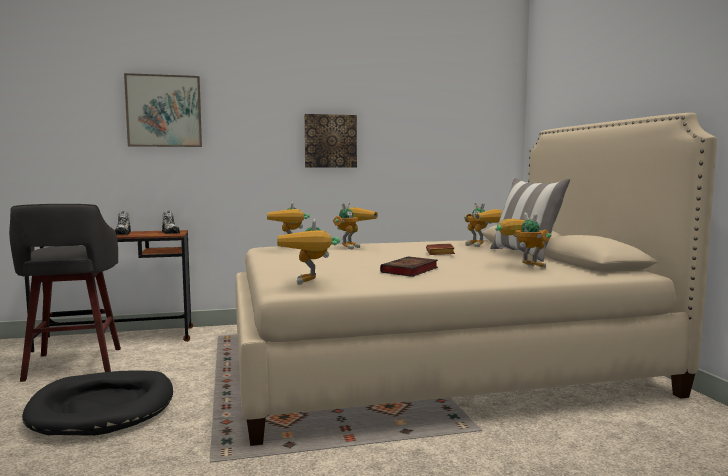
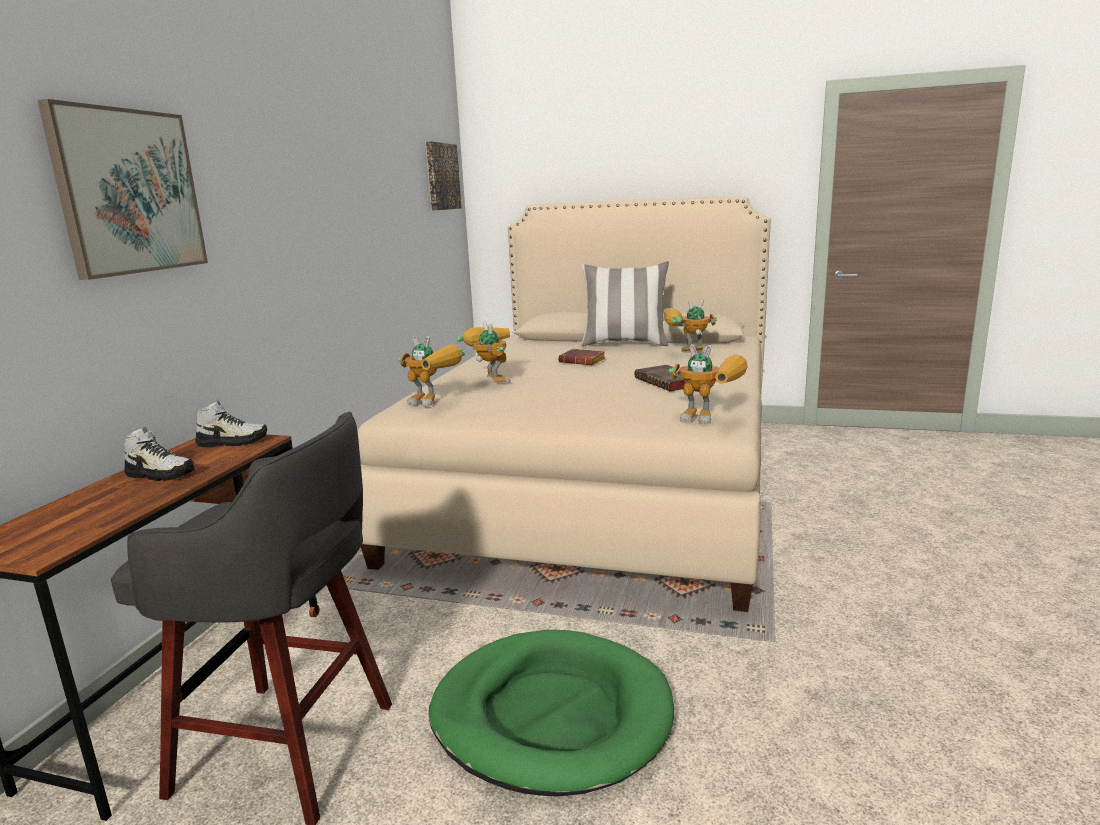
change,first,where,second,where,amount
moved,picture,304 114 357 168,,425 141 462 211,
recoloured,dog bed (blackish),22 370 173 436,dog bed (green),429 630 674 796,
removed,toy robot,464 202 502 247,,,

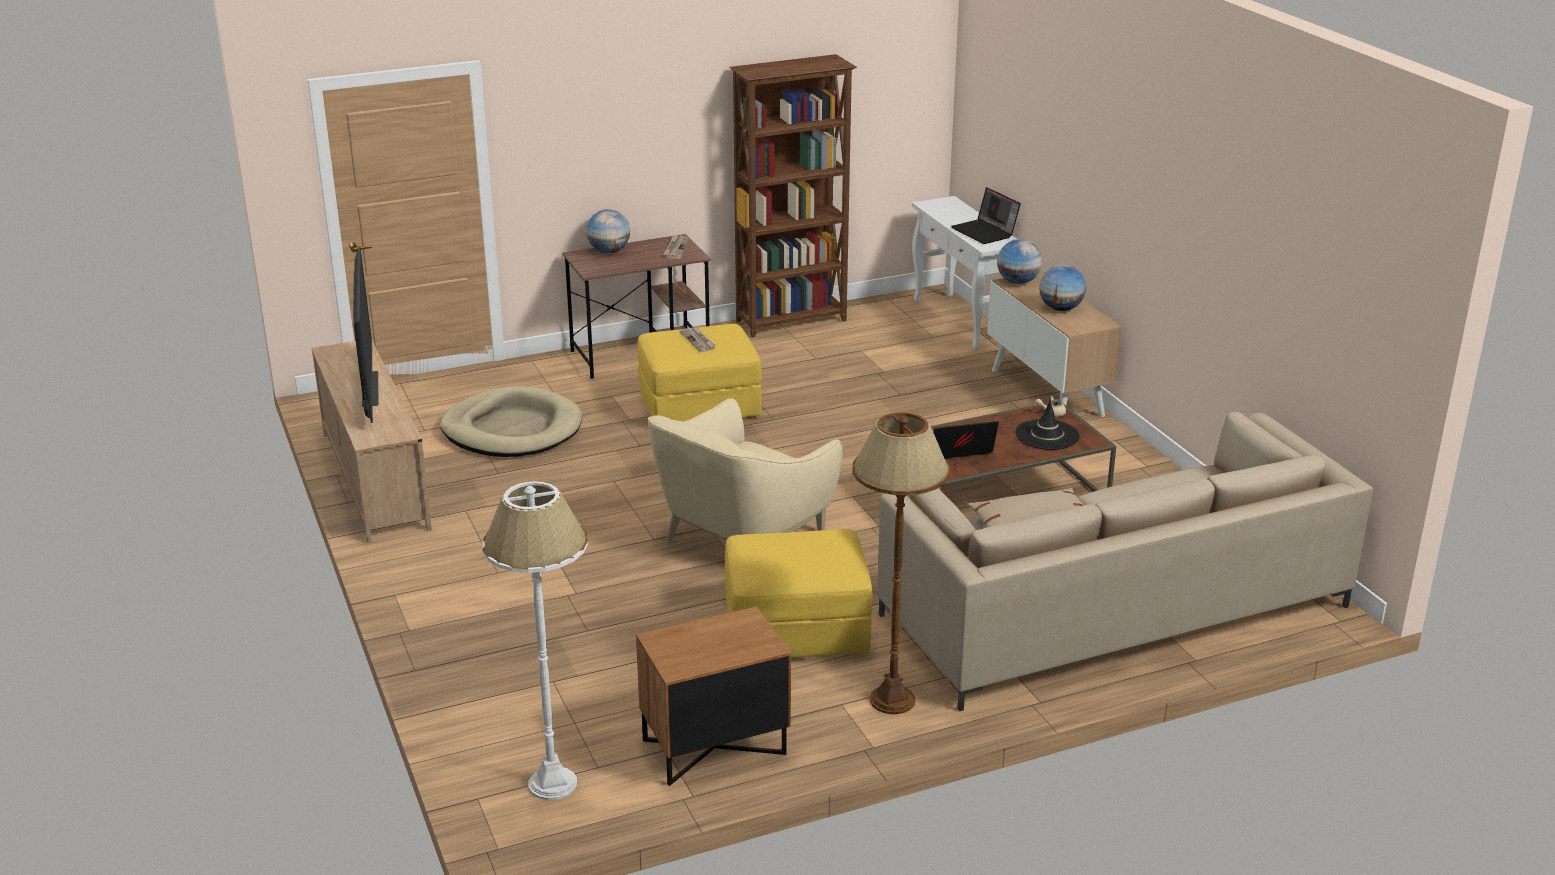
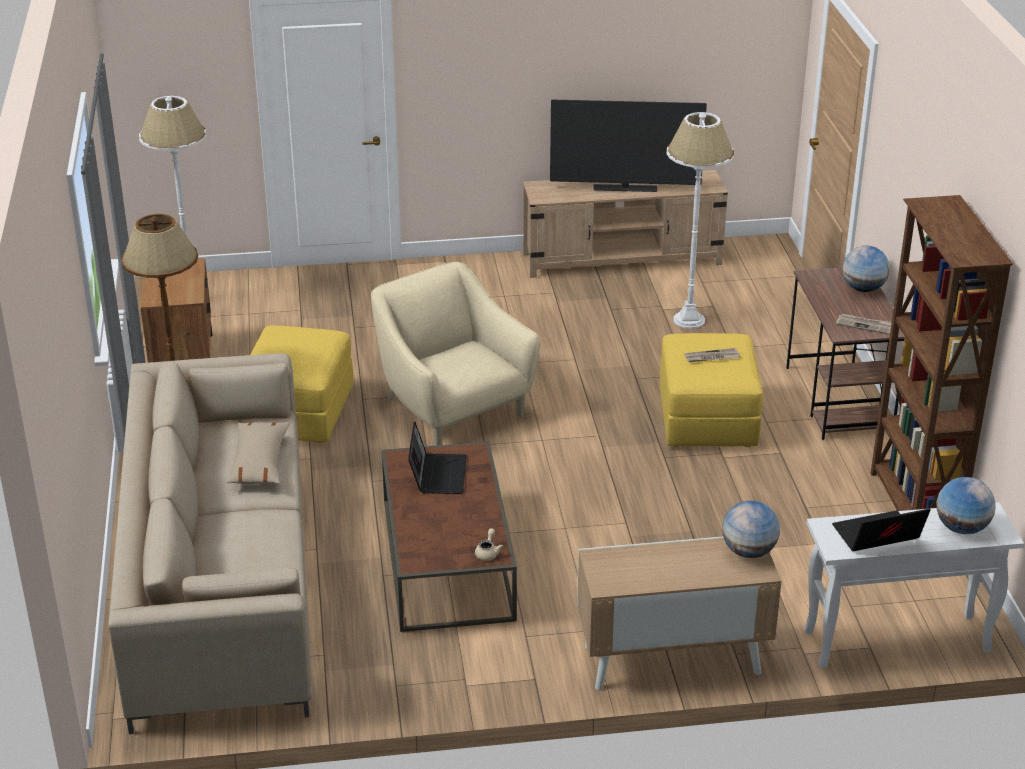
change,first,where,second,where,amount
replaced,dog bed (beige),440 386 582 457,floor lamp (whitish),667 112 734 329,
moved,world globe,1039 265 1086 311,,936 477 996 534,
removed,wearable hat (blackish),1015 400 1080 450,,,

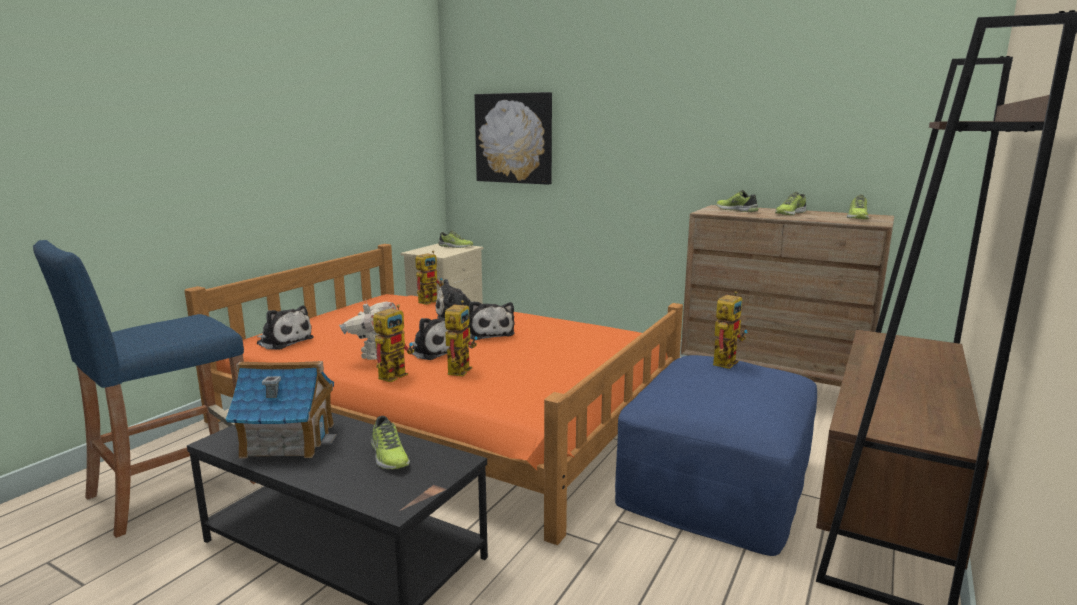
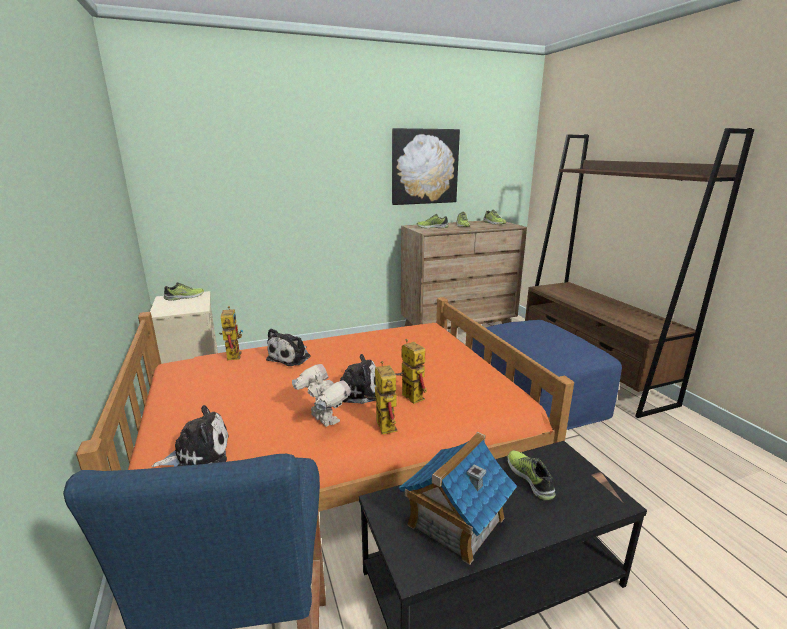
change,first,where,second,where,amount
moved,picture,474 92 552 185,,392 128 460 205,
turned,shoe,371 416 410 469,,507 451 556 501,120 degrees counterclockwise
removed,cuddly toy,467 301 515 340,,,
removed,toy robot,713 291 748 369,,,

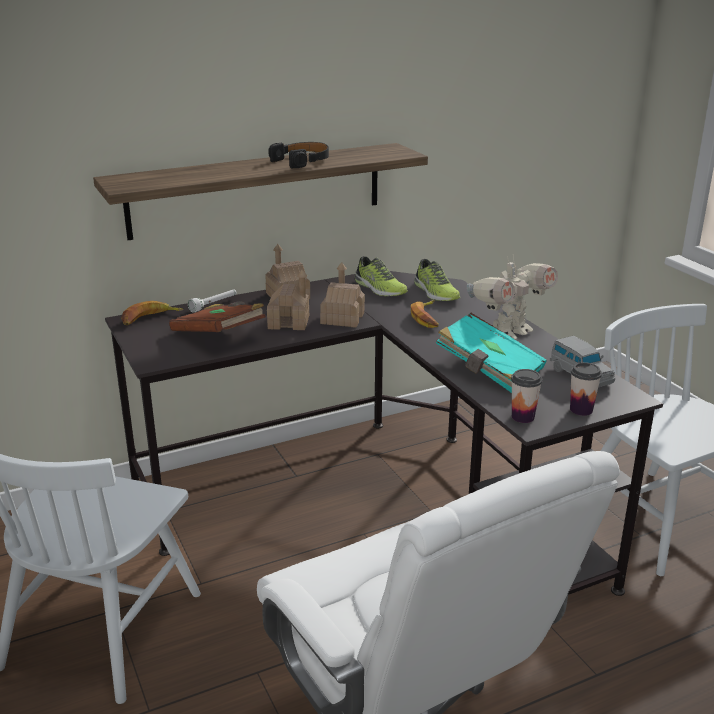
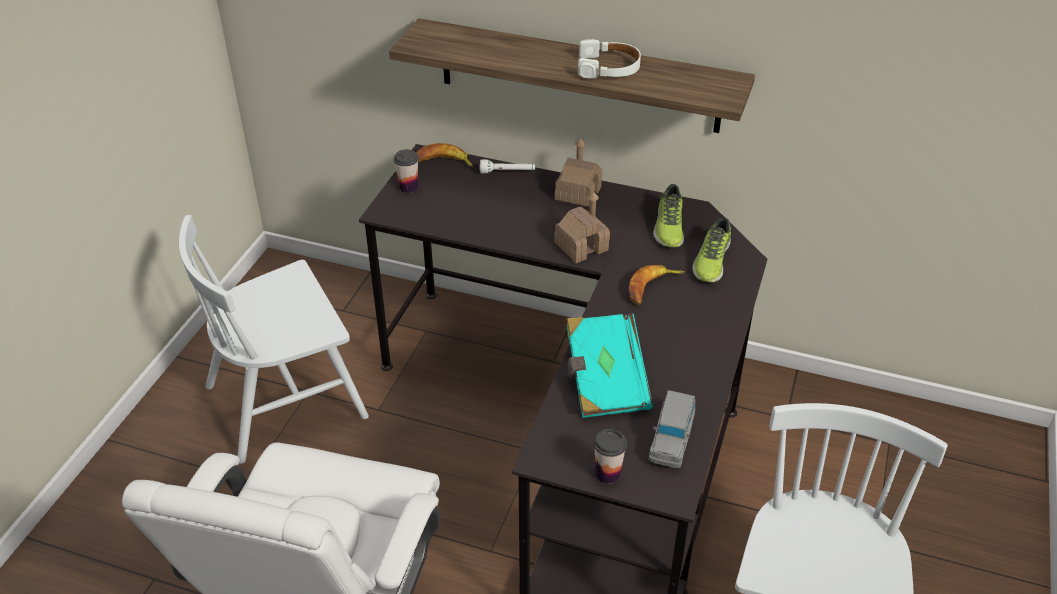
change,first,where,second,where,amount
moved,cup,511 369 542 423,,394 149 419 193,
recoloured,headset (blackish),268 142 329 168,headset (whitish),578 39 641 79,
removed,volume (brown-coloured),169 301 266 332,,,
removed,miniature house,267 270 309 330,,,
removed,toy robot,467 255 558 340,,,

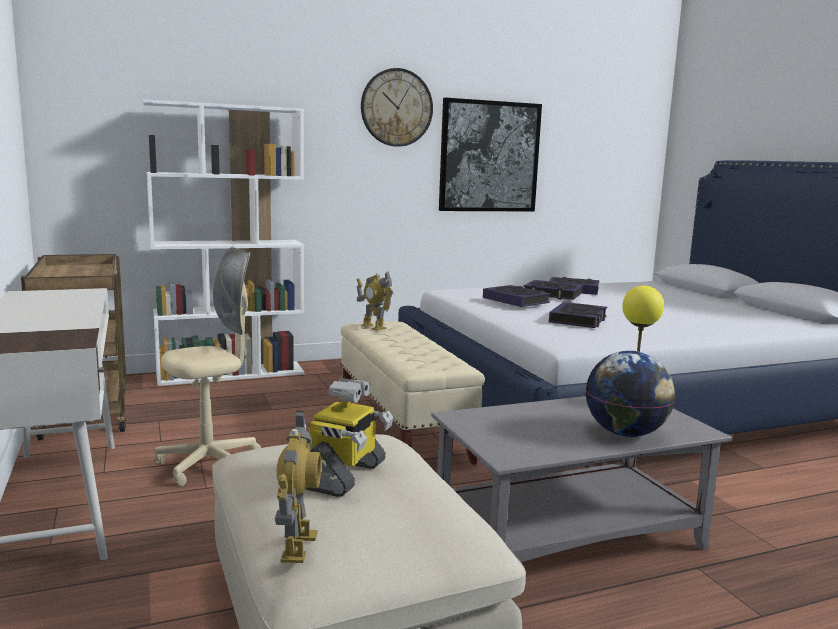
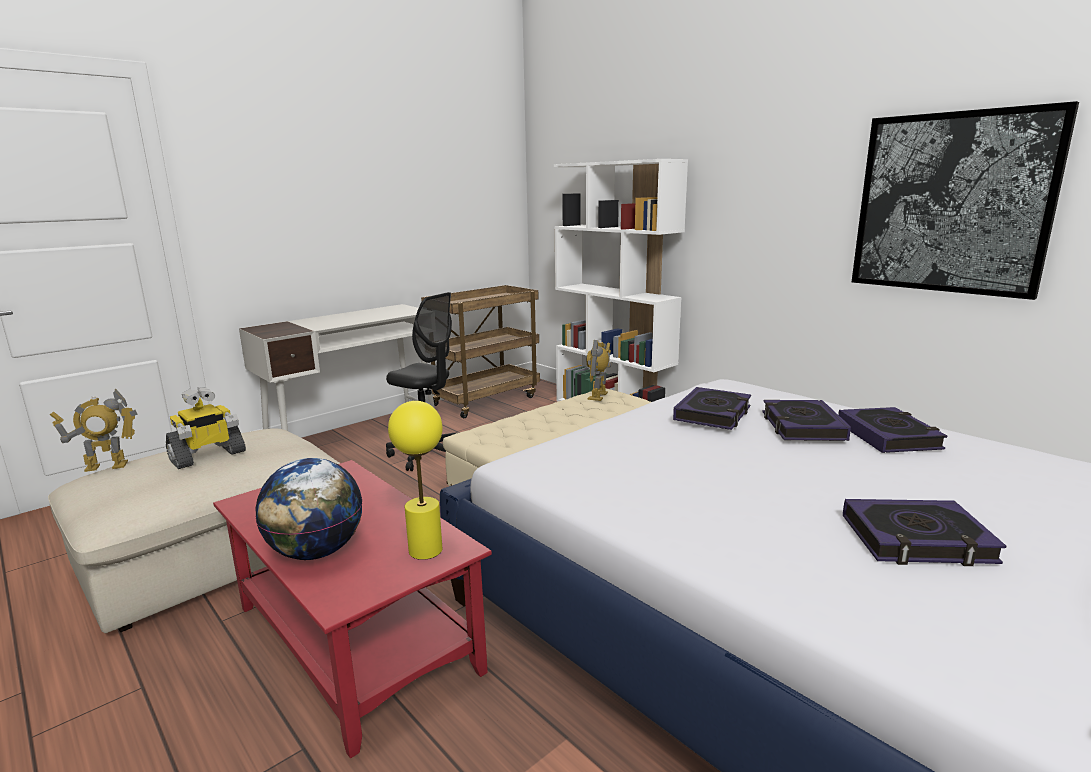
change,first,where,second,where,amount
turned,toy robot,306 378 394 497,,166 387 246 469,45 degrees counterclockwise
recoloured,coffee table (gray),431 396 732 562,coffee table (reddish),213 460 492 759,
recoloured,desk chair (beige),155 247 261 486,desk chair (blackish),386 292 457 471,
moved,volume,549 302 607 328,,843 499 1006 566,
removed,hanging clock,361 68 433 147,,,

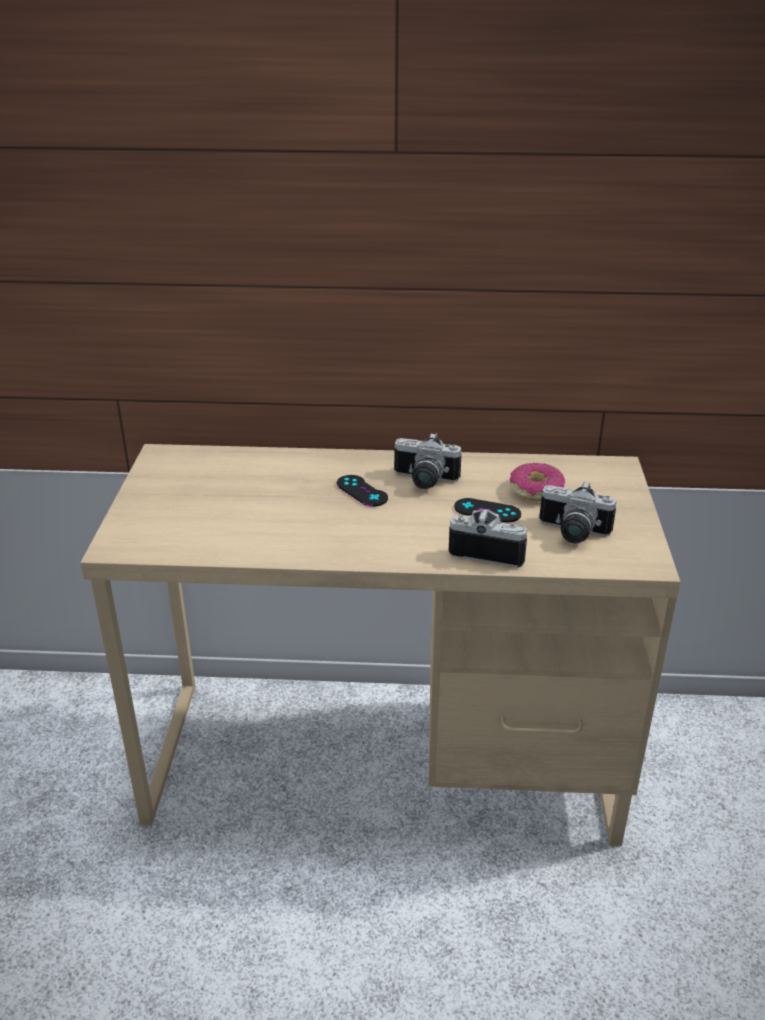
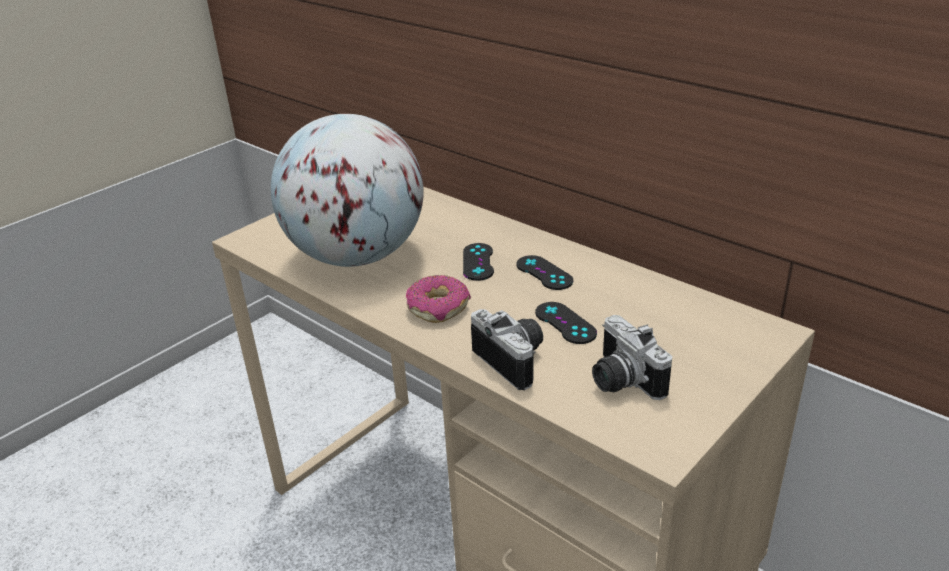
change,first,where,second,where,amount
added,,,world globe,271 114 424 267,
moved,ring doughnut,510 463 565 501,,406 275 471 323,
replaced,still camera,394 433 461 489,joypad (blackish),516 255 573 290,

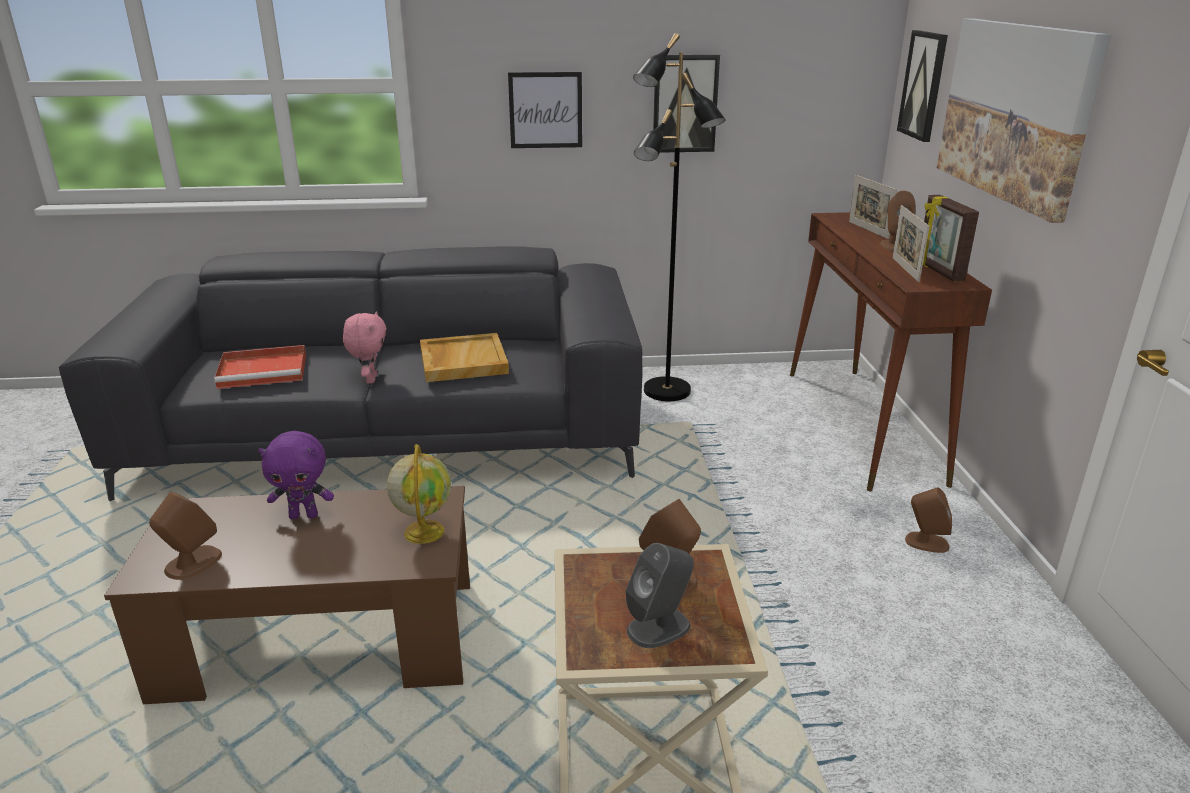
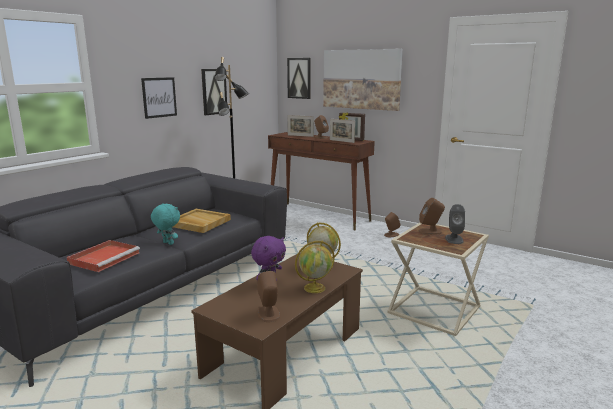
change,first,where,second,where,amount
recoloured,cuddly toy (pink-coloured),343 311 387 384,cuddly toy (blue-green),151 203 180 245,
added,,,world globe,295 240 335 293,

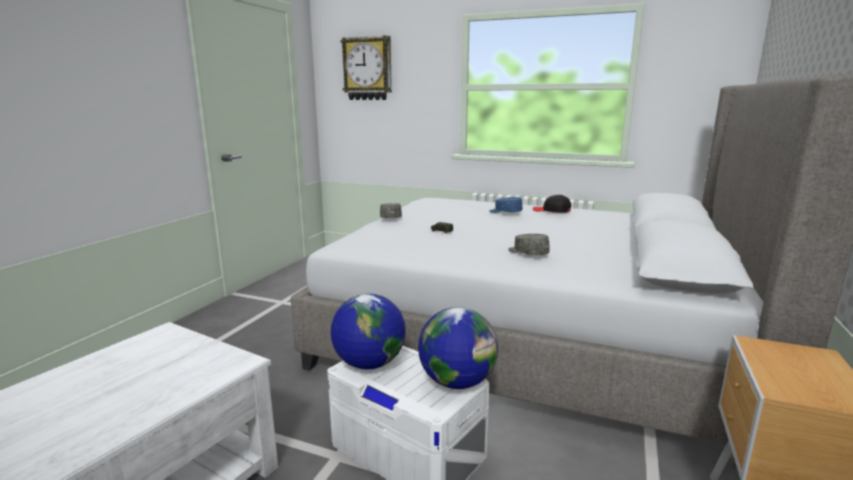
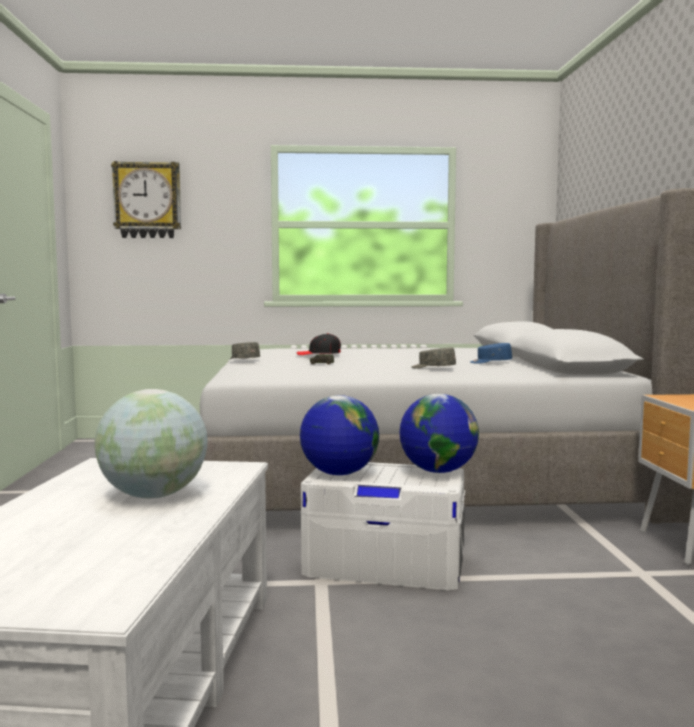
change,first,where,second,where,amount
added,,,world globe,95 389 207 499,
moved,peaked cap (blackish),533 194 571 213,,296 333 341 355,
moved,peaked cap (bluish),489 197 523 213,,470 343 512 364,

